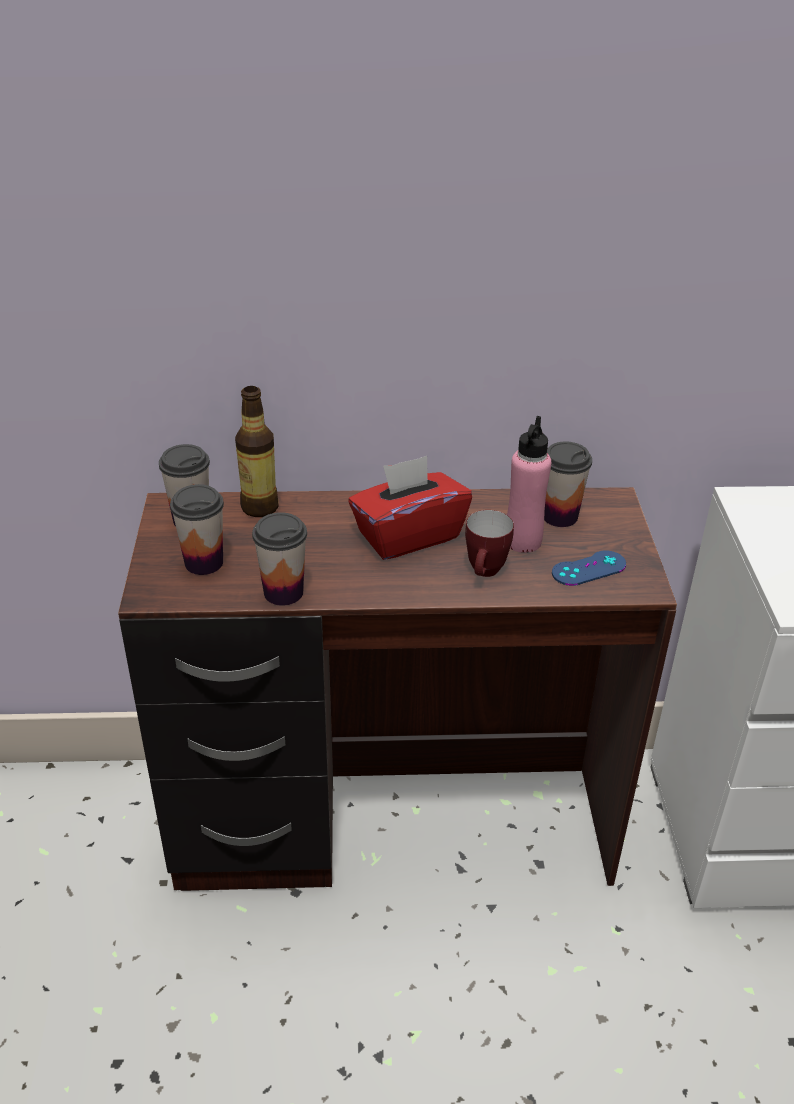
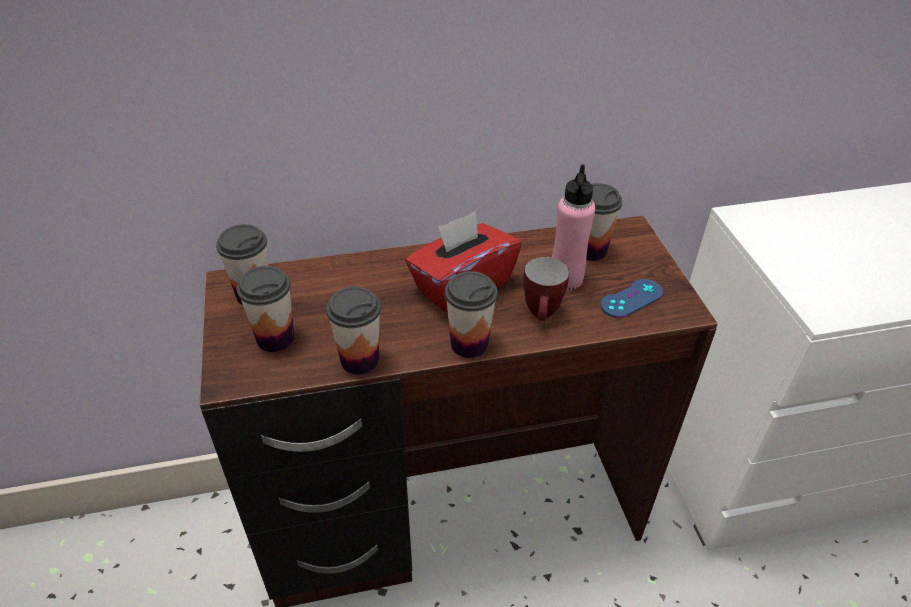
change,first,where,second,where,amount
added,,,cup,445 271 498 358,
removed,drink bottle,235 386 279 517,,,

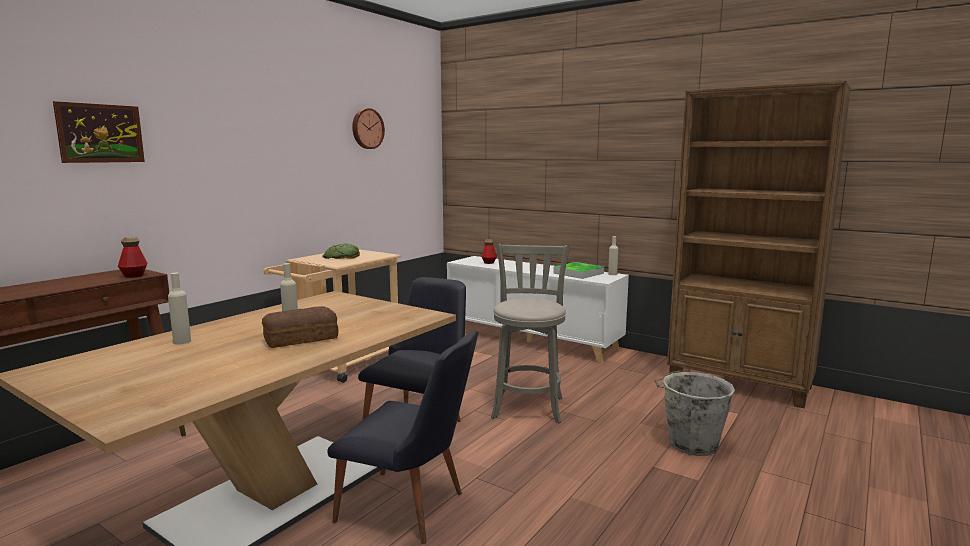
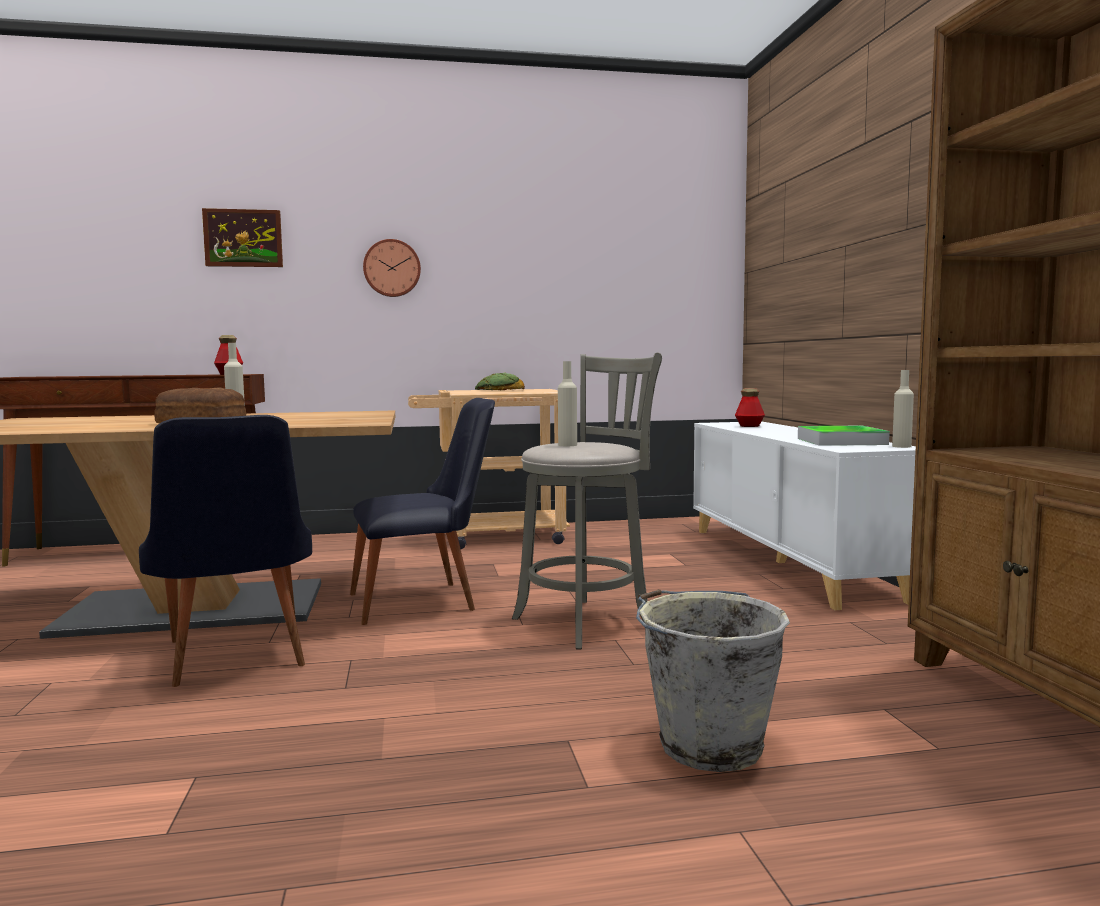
change,first,where,second,where,amount
moved,hanging clock,352 108 385 149,,363 239 421 297,
moved,drink bottle (beige),168 273 191 344,,558 361 577 446,

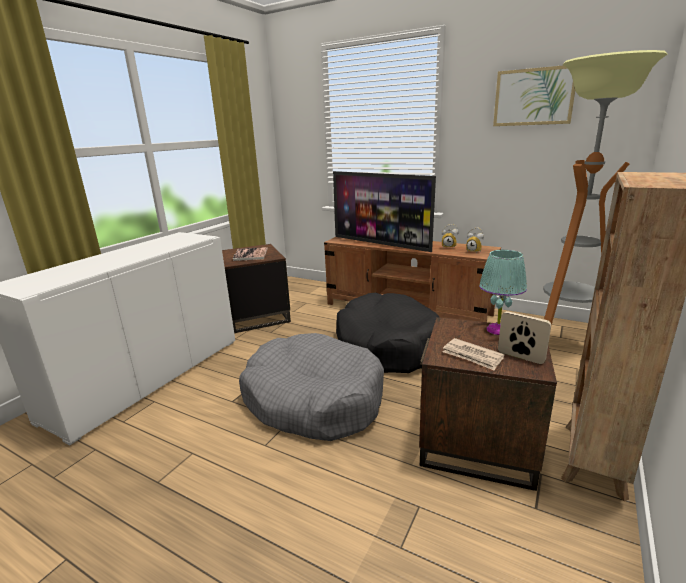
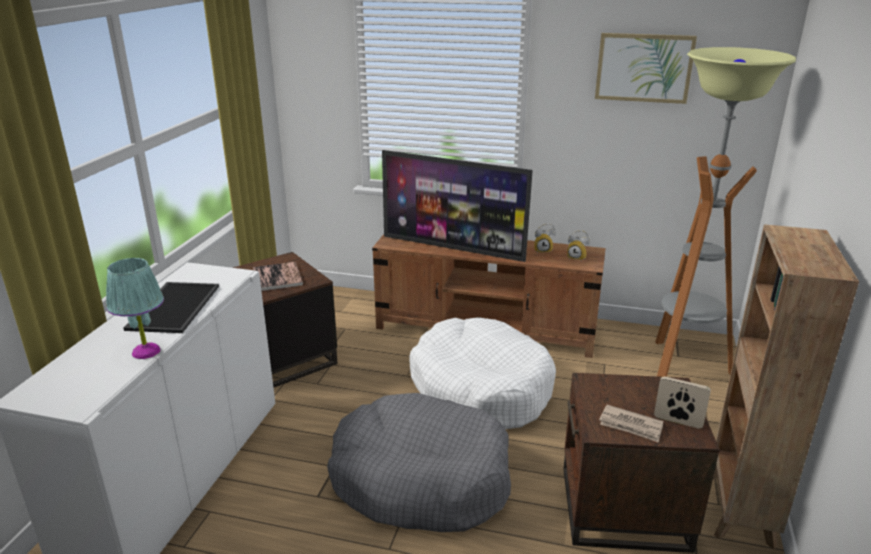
change,first,where,second,where,amount
moved,lamp for a table (blue-green),479 250 527 335,,106 258 164 359,
added,,,serving tray,123 282 219 333,
recoloured,dog bed (blackish),336 293 440 373,dog bed (whitish),410 317 556 429,

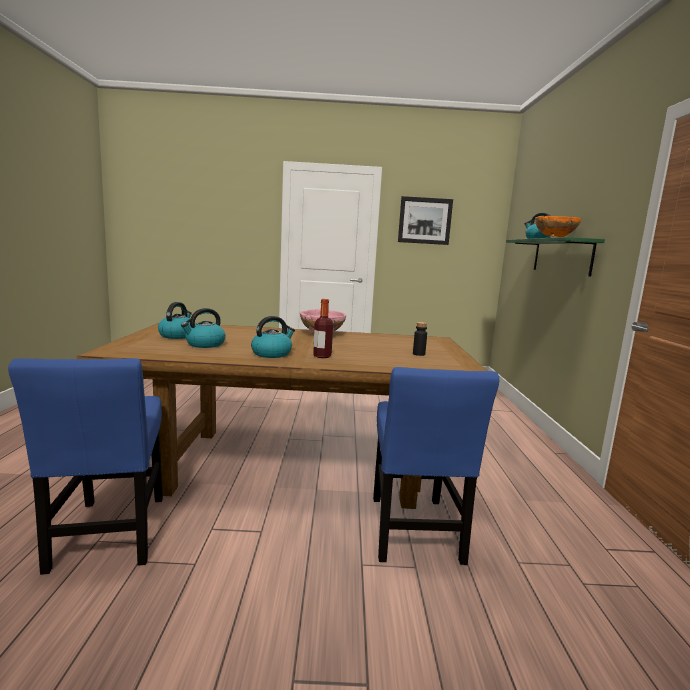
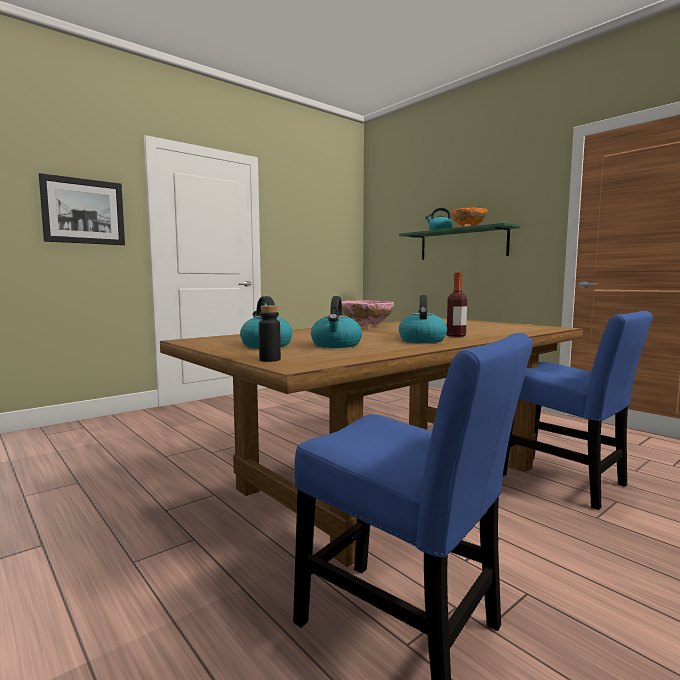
change,first,where,second,where,amount
moved,picture,398 196 453 245,,39 173 125 245,
moved,drink bottle (blackish),413 322 427 356,,259 305 281 362,

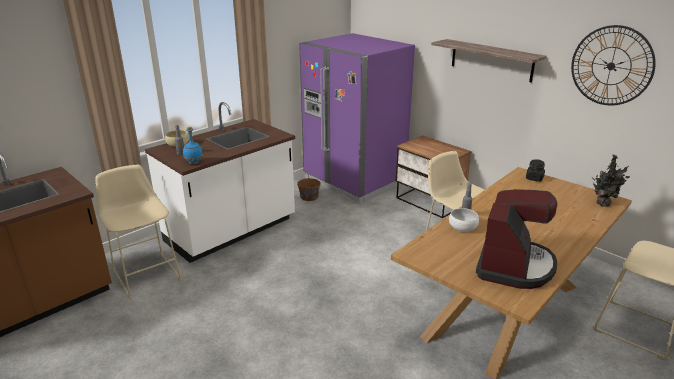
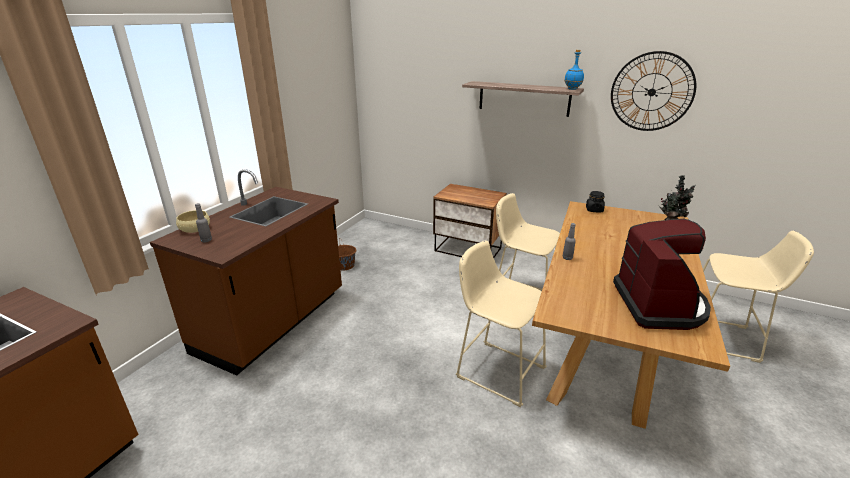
change,first,where,second,where,amount
recoloured,kitchen counter (whitish),145 102 295 263,kitchen counter (brown-coloured),150 169 342 376,
moved,sitting stool (beige),95 165 182 299,,456 241 547 407,
moved,drink bottle (bluish),183 127 203 164,,565 50 584 90,
removed,kitchen fridge (purple-coloured),299 33 415 203,,,
removed,deep dish (whitish),449 208 479 231,,,

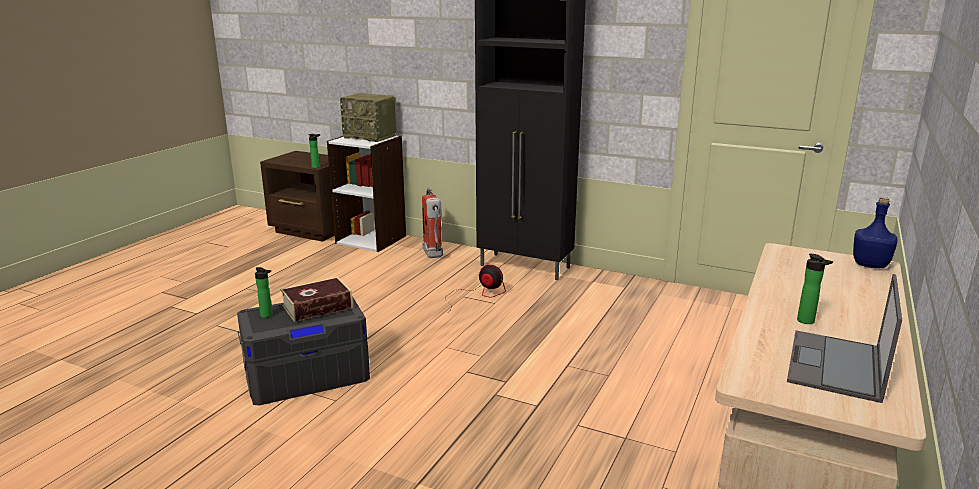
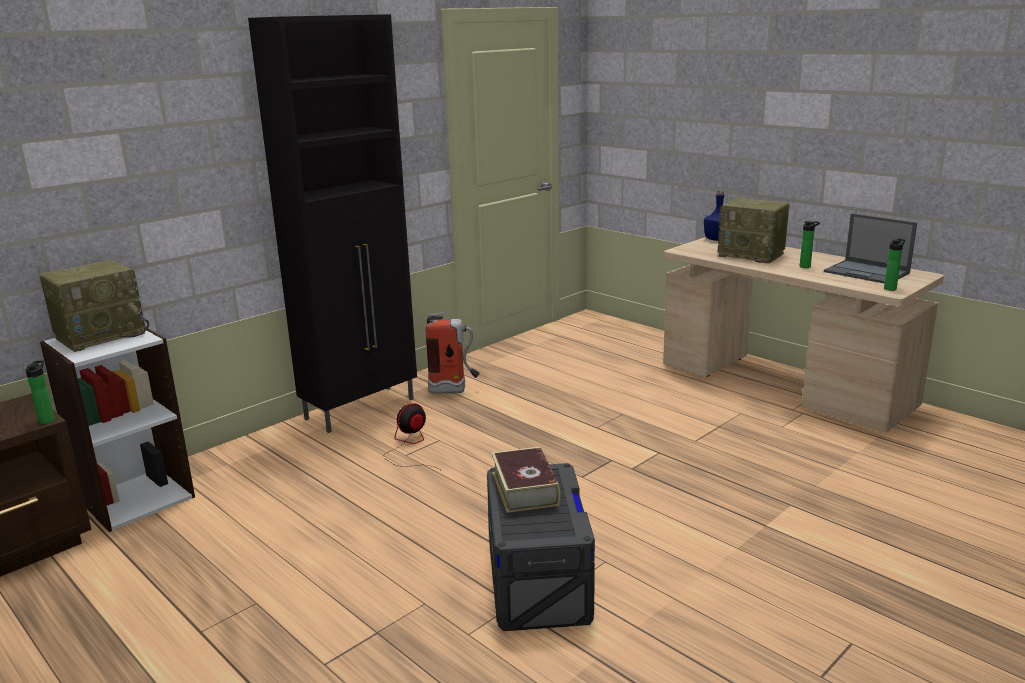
change,first,where,second,where,amount
moved,fire extinguisher,422 187 443 258,,426 312 480 394,
added,,,radio,718 198 790 264,
moved,drink bottle,255 267 273 318,,884 239 905 291,

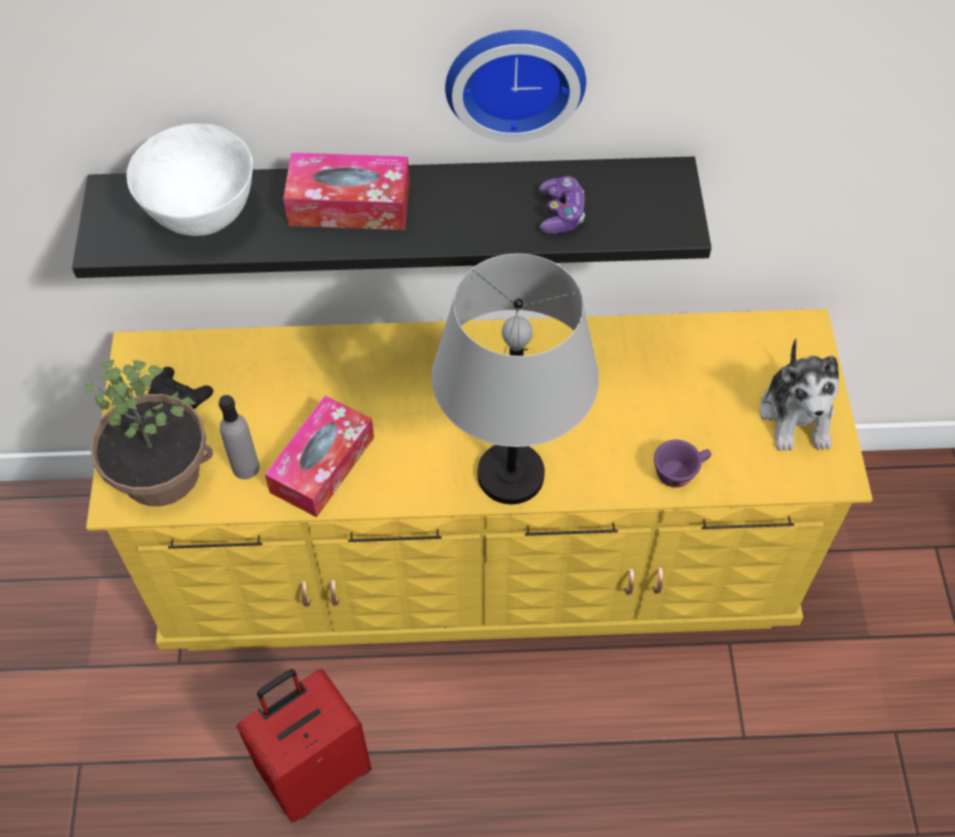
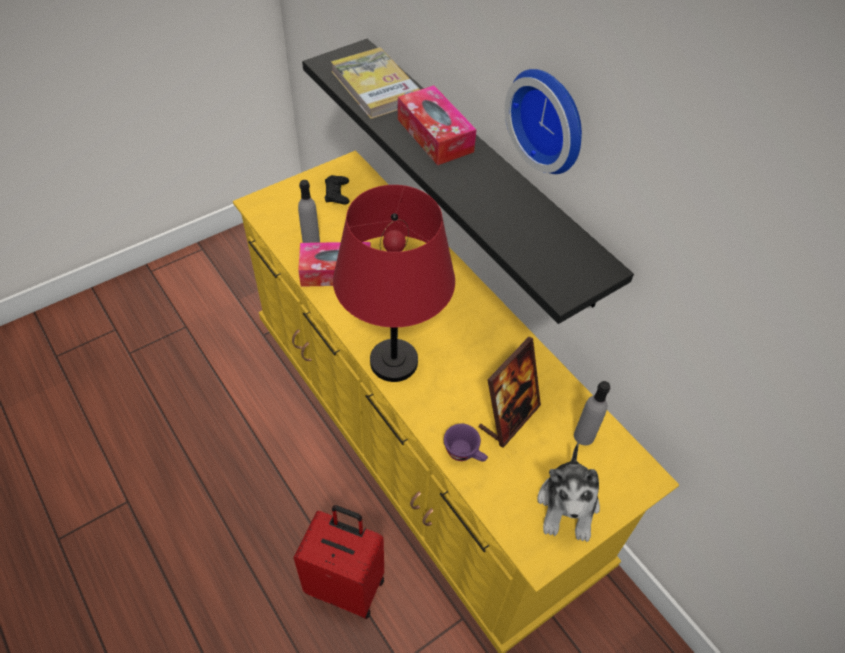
change,first,where,second,where,amount
moved,travel case (reddish),237 669 371 823,,293 505 384 619,
replaced,deep dish (whitish),127 123 253 236,volume,331 47 420 119,
recoloured,lamp for a table (gray),432 254 599 504,lamp for a table (reddish),333 185 455 382,
added,,,photo frame,478 337 541 448,
turned,cuddly toy,760 338 839 451,,537 442 600 542,45 degrees counterclockwise
added,,,drink bottle (gray),574 381 610 446,
removed,potted plant,84 360 213 506,,,
removed,joypad,539 176 585 234,,,

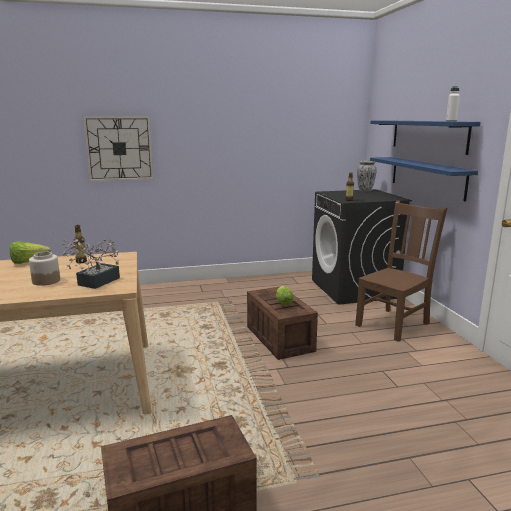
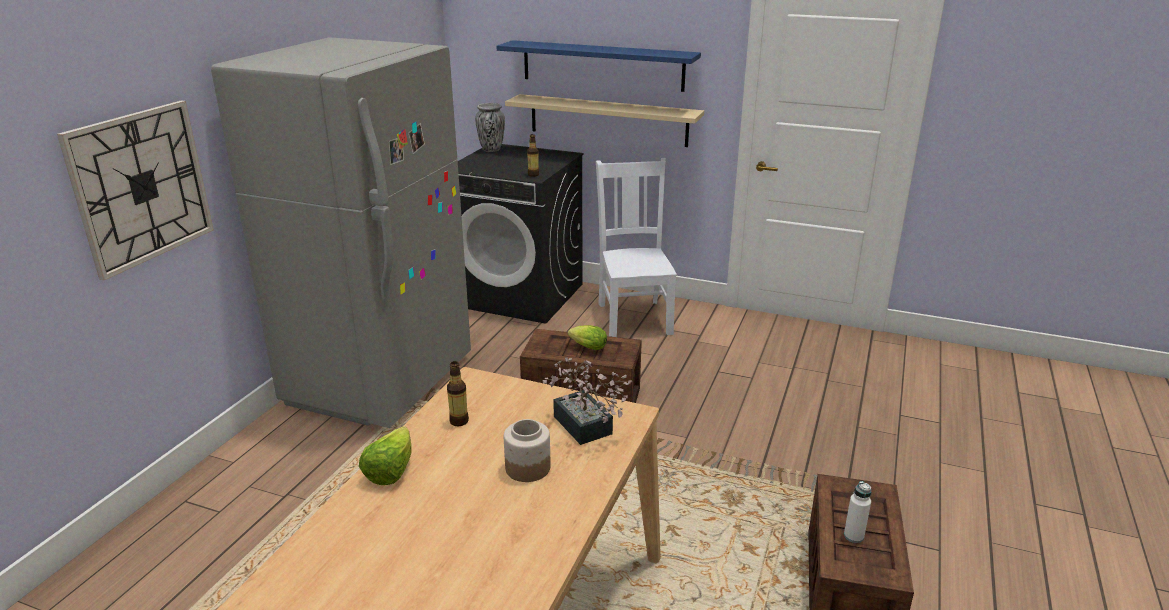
change,first,where,second,where,amount
added,,,kitchen fridge (gray),211 37 471 428,
recoloured,bracket shelf (bluish),370 157 478 201,bracket shelf (beige),505 94 704 147,
recoloured,plain chair (brown-coloured),355 200 447 342,plain chair (whitish),596 158 677 337,
moved,drink bottle (whitish),446 85 460 122,,844 481 872 543,

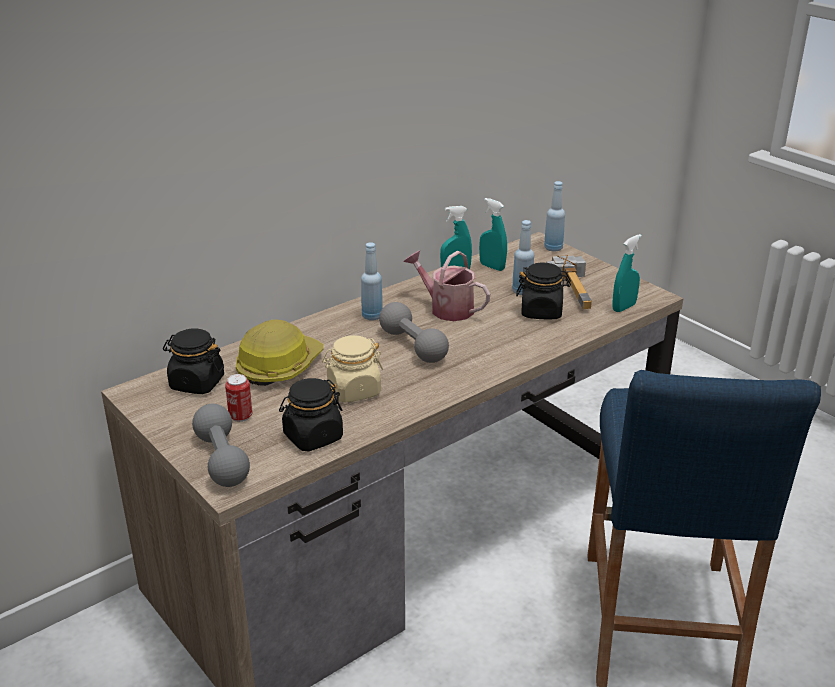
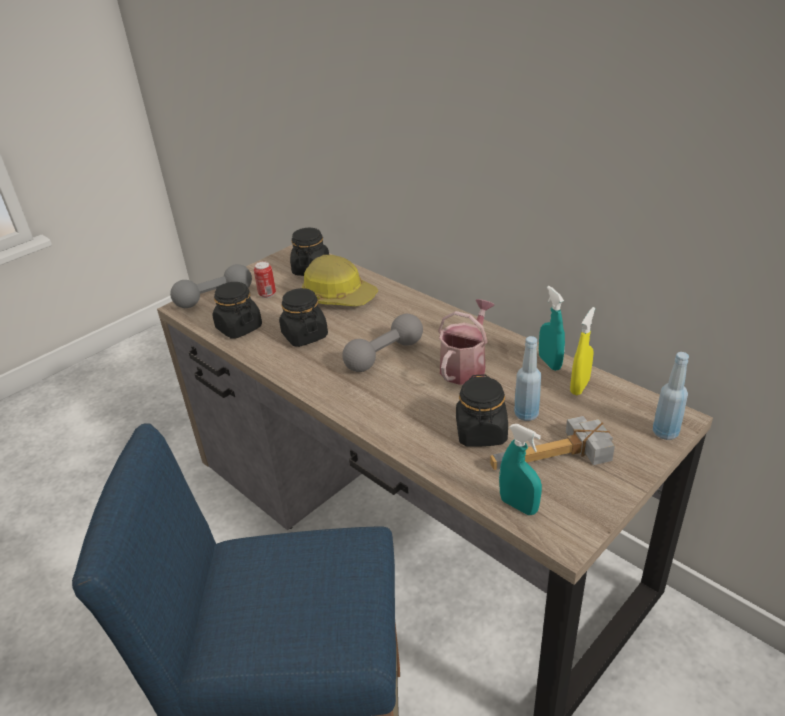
change,first,where,second,where,amount
recoloured,jar (beige),322 335 383 403,jar (blackish),279 288 328 347,
recoloured,spray bottle (blue-green),479 198 507 271,spray bottle (yellowish),570 307 595 395,
removed,drink bottle (bluish),361 242 383 320,,,

